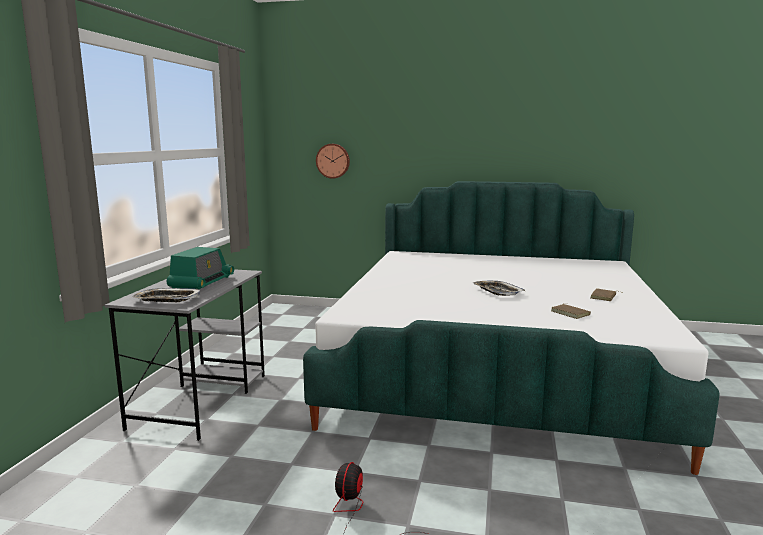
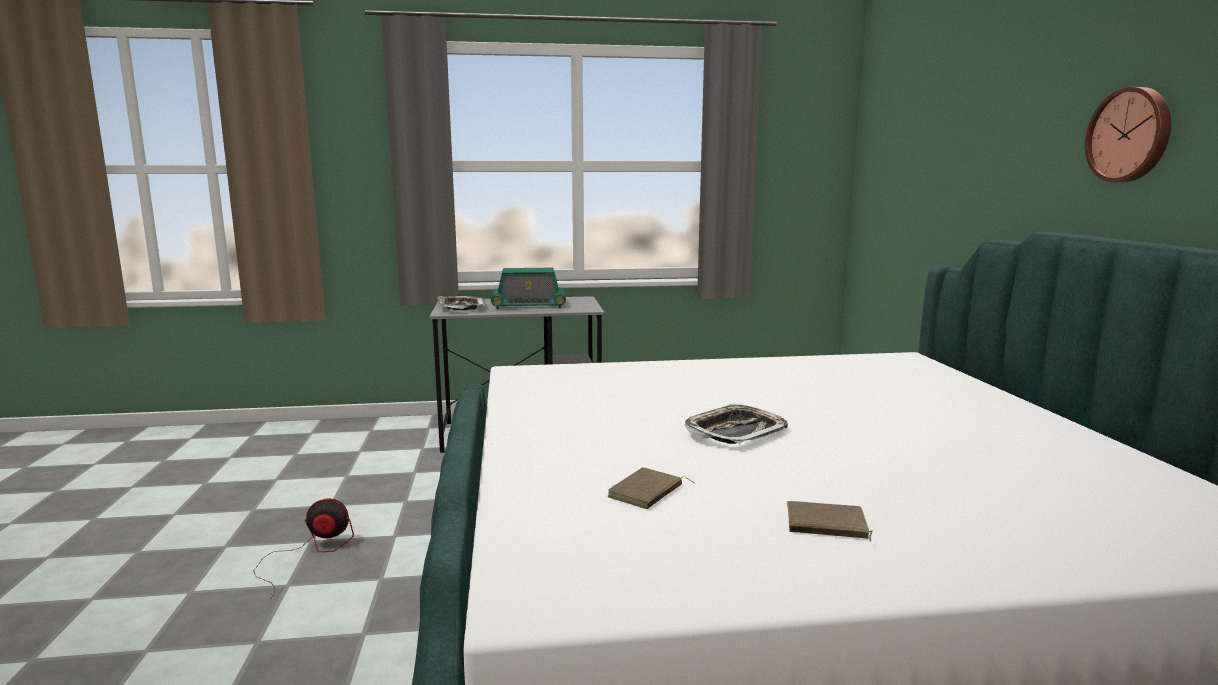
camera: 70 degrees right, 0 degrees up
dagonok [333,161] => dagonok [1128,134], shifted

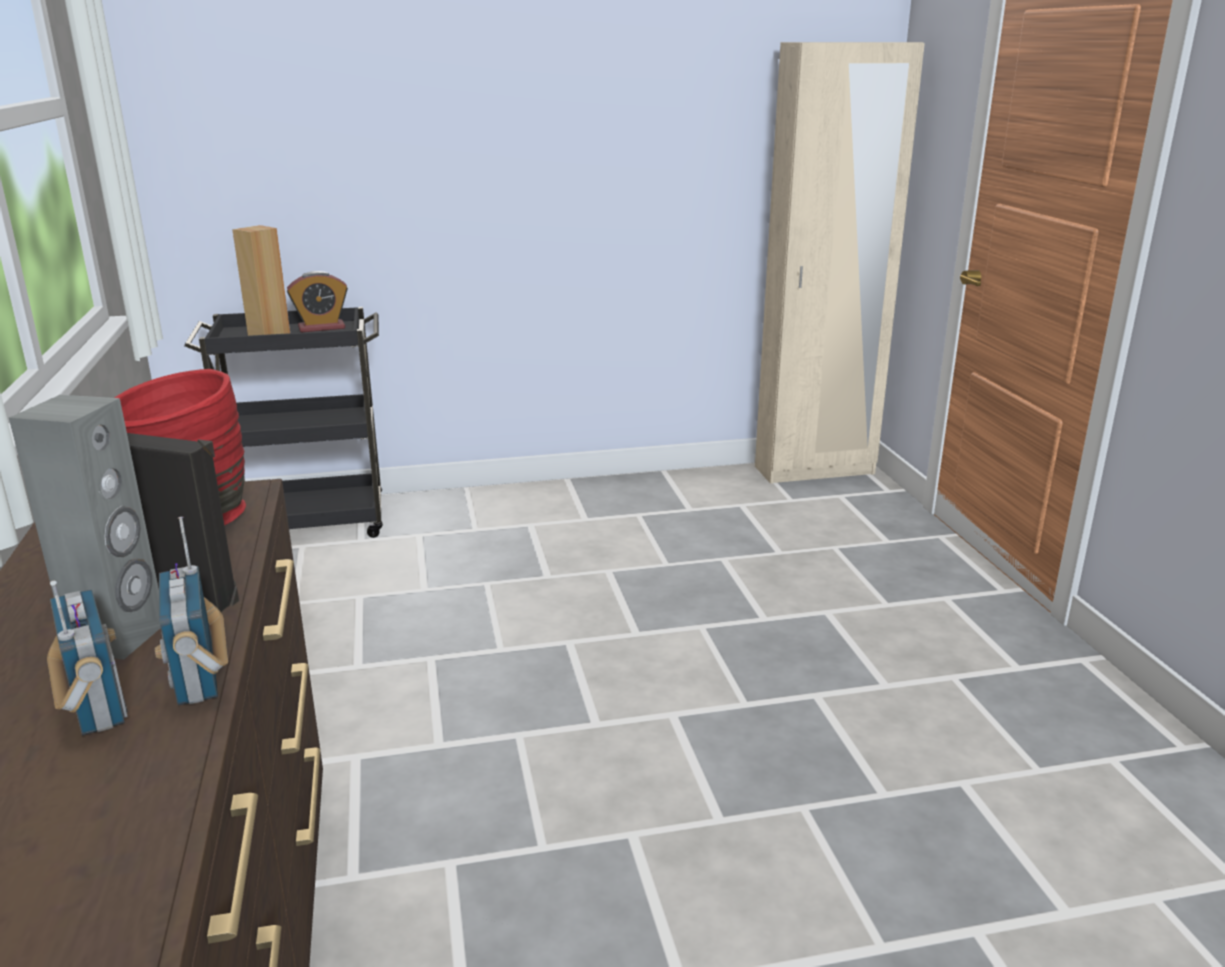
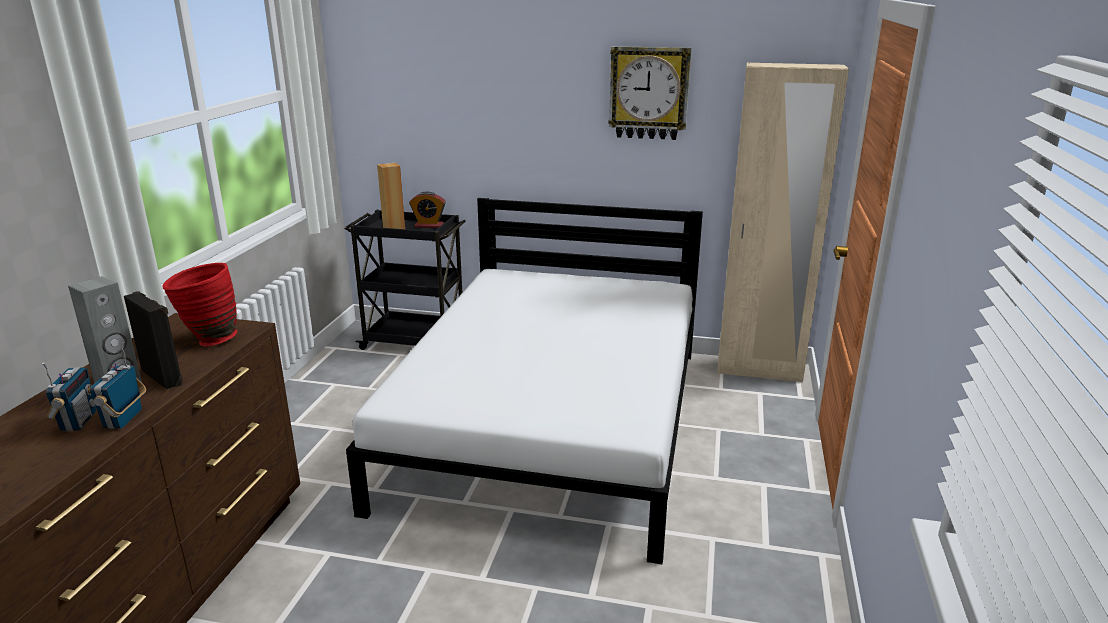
camera: 25 degrees right, 0 degrees up
nothing => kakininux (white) [524,381]
nothing => dagonok [650,93]

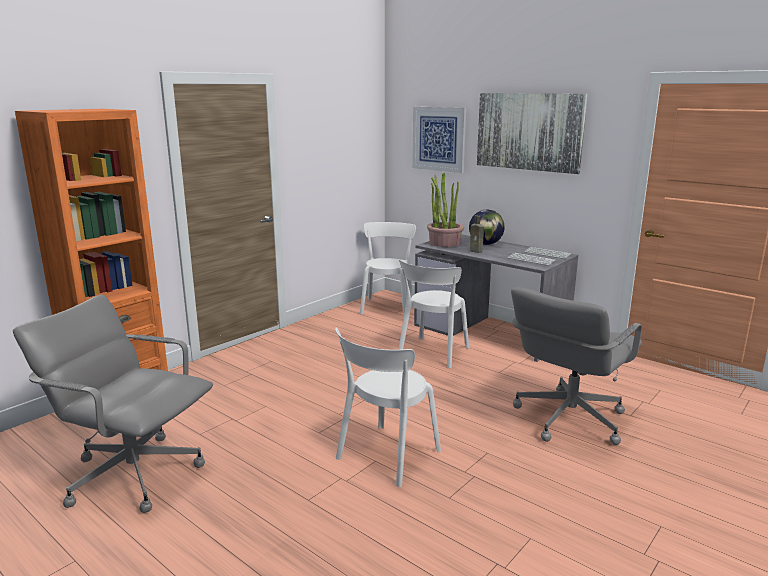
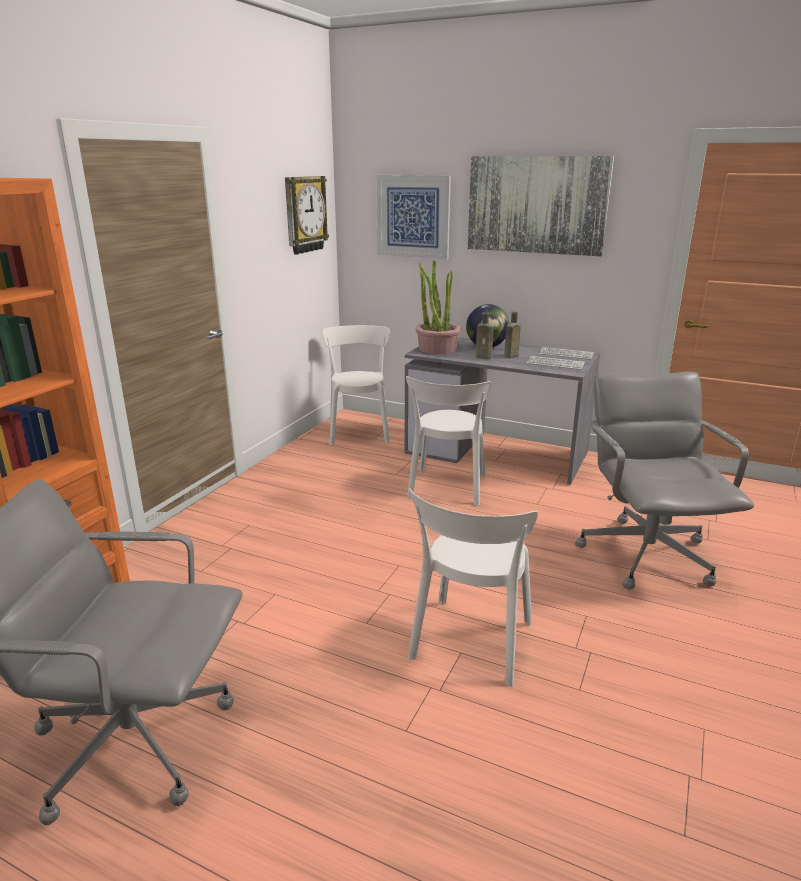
camera: 15 degrees left, 5 degrees up
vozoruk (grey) [576,366] => vozoruk (grey) [664,480], 150 degrees clockwise
nothing => dagonok [307,215]
nothing => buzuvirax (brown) [512,335]

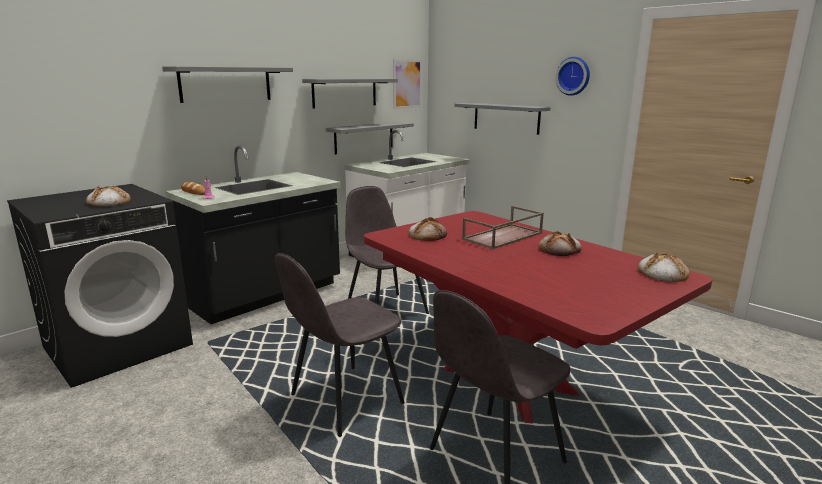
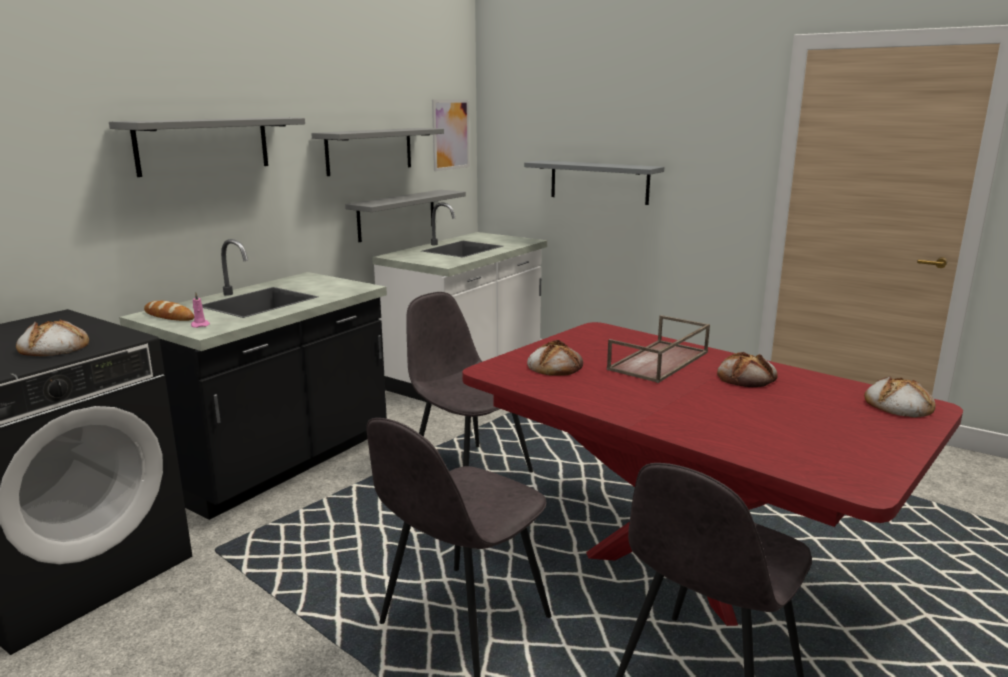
camera: 10 degrees left, 0 degrees up
dagonok [572,76] => nothing

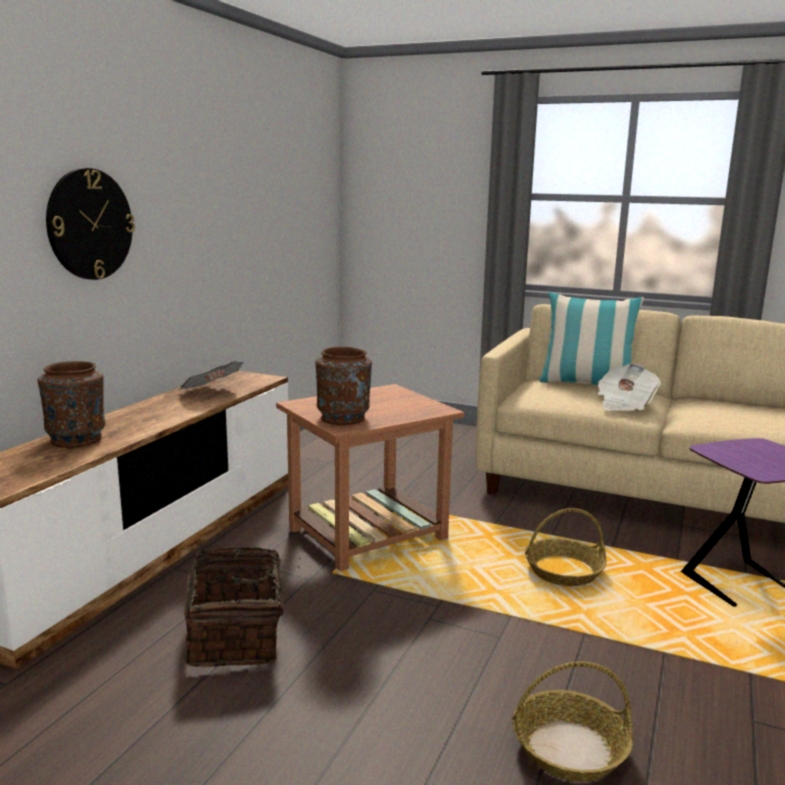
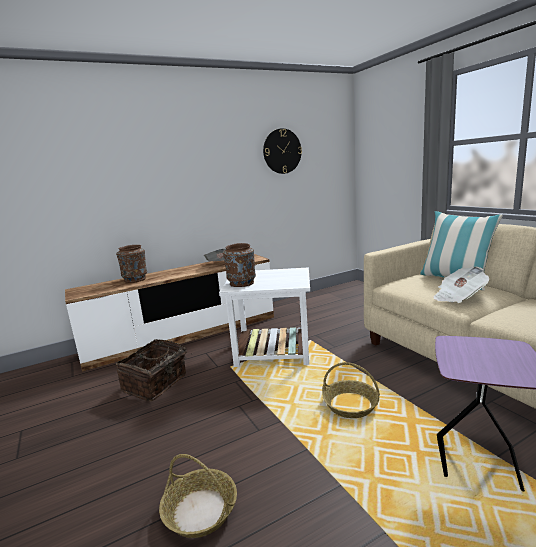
camera: 40 degrees right, 0 degrees up
dagonok [90,224] => dagonok [282,151], shifted
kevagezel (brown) [370,477] => kevagezel (white) [264,317]

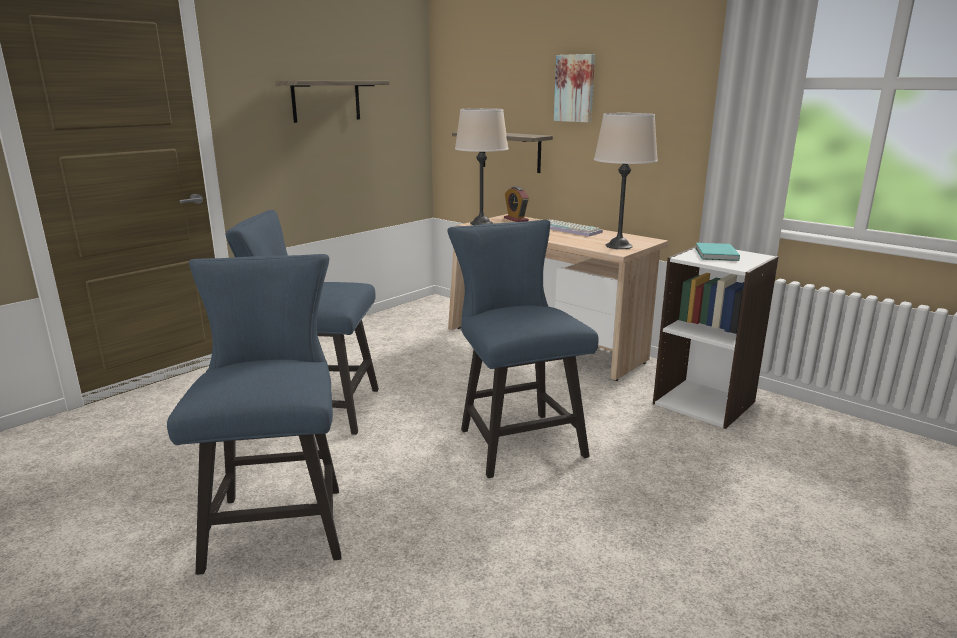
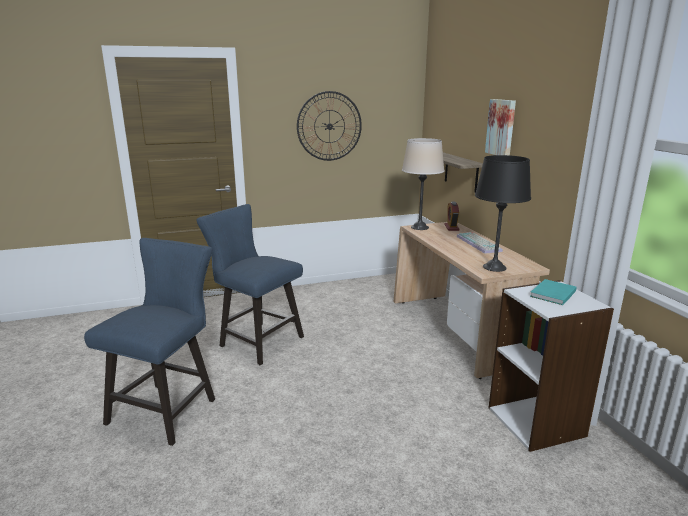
camera: 30 degrees right, 0 degrees up
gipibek [333,102] => dagonok [329,126]
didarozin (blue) [523,349] => nothing
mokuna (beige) [626,181] => mokuna (black) [503,213]

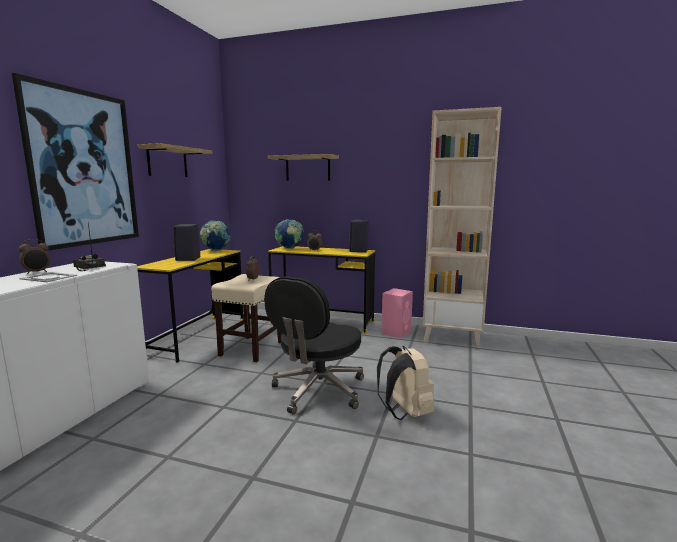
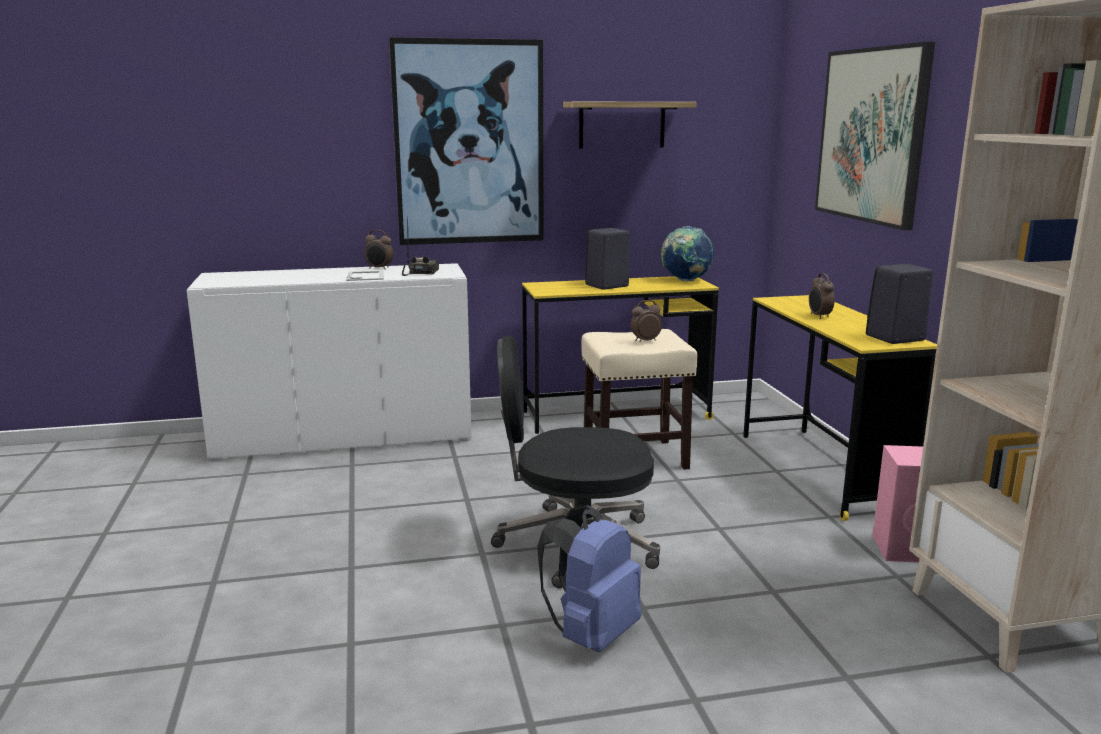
camera: 60 degrees right, 5 degrees up
gipibek [303,167] => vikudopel [875,136]
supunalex [289,234] => nothing
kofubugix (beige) [405,383] => kofubugix (blue) [589,578]

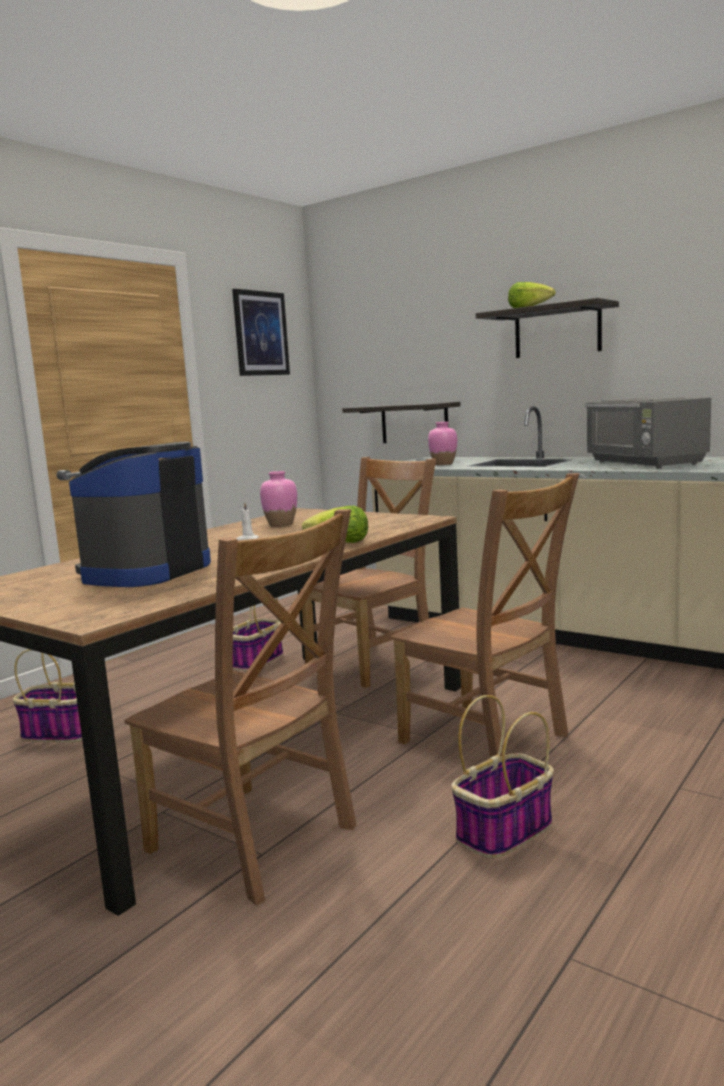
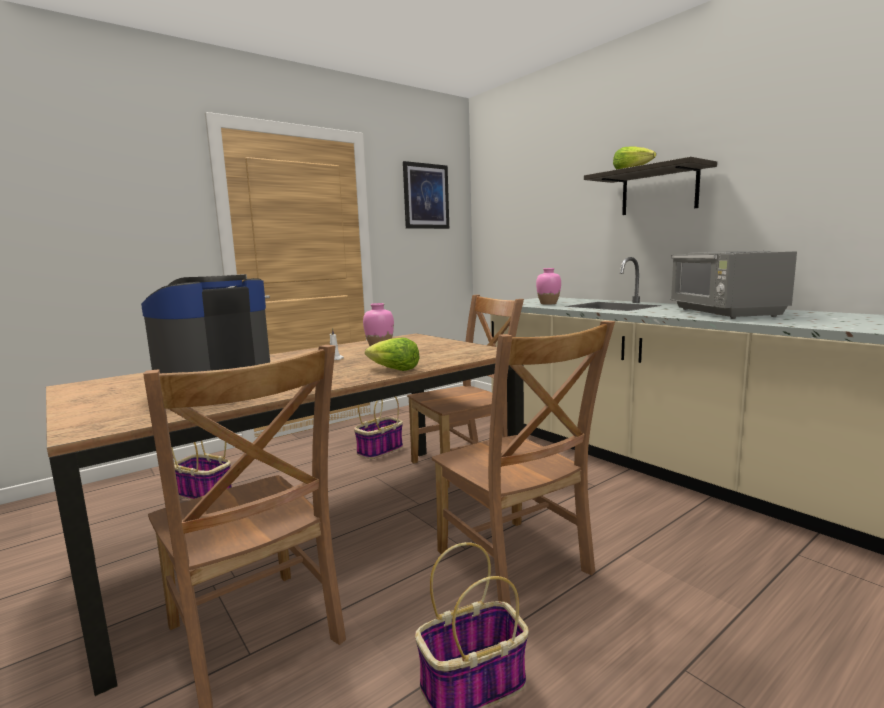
camera: 15 degrees right, 0 degrees up
gipibek [401,422] => nothing

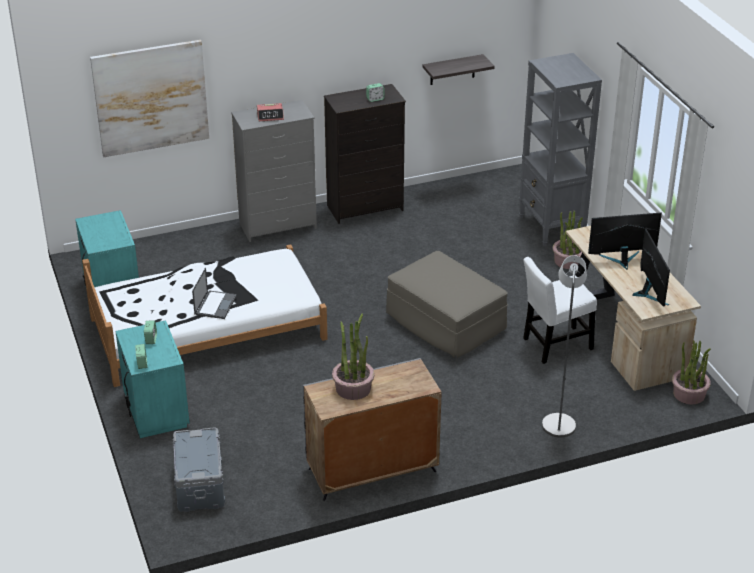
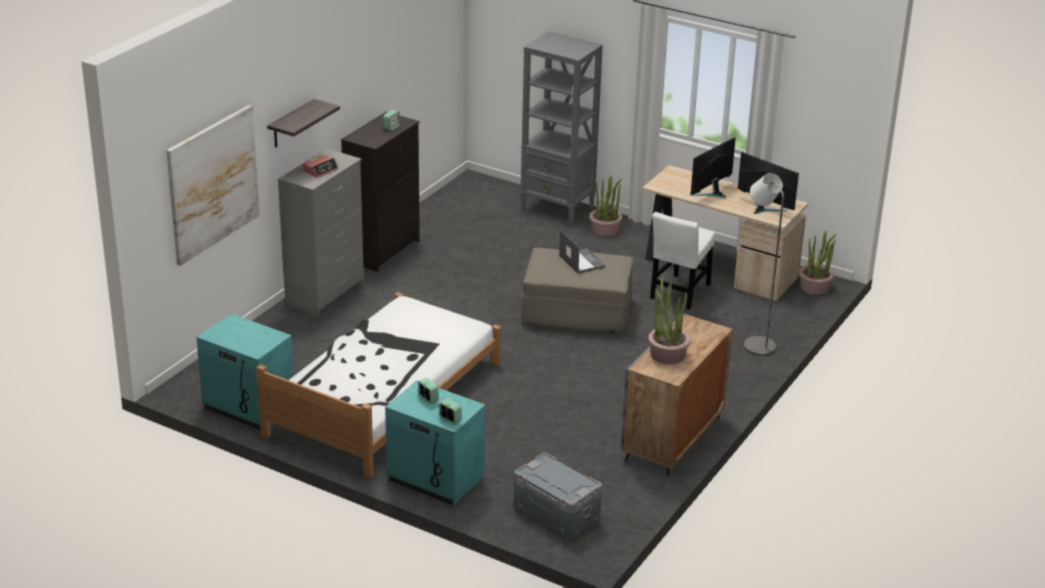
camera: 40 degrees left, 5 degrees down
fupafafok [214,293] => fupafafok [582,252], shifted
gipibek [458,69] => gipibek [303,123], shifted

